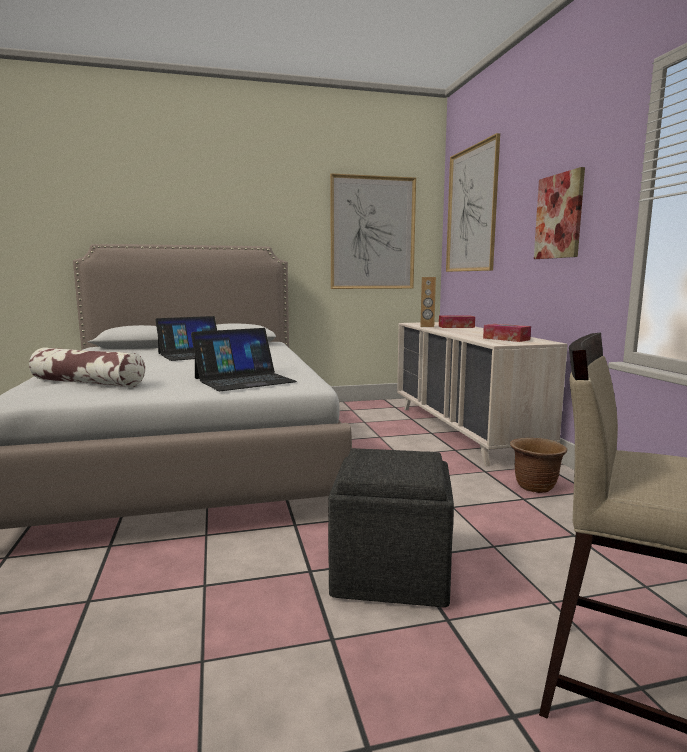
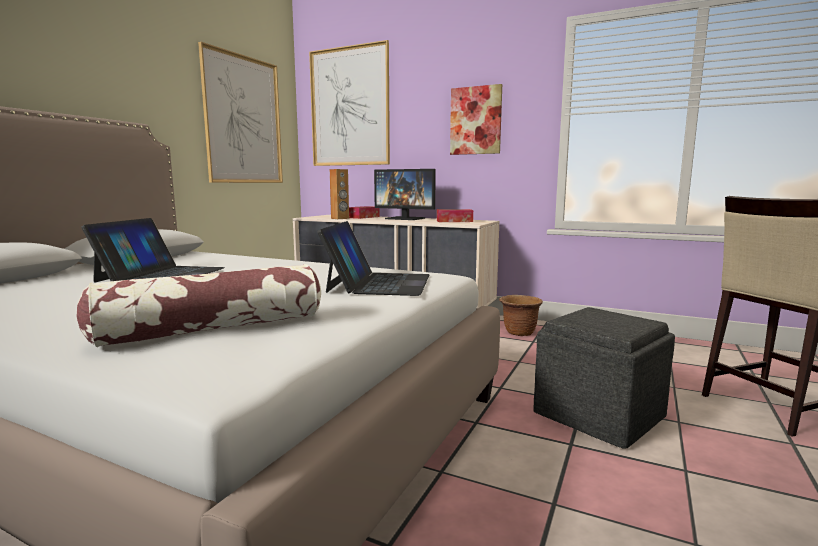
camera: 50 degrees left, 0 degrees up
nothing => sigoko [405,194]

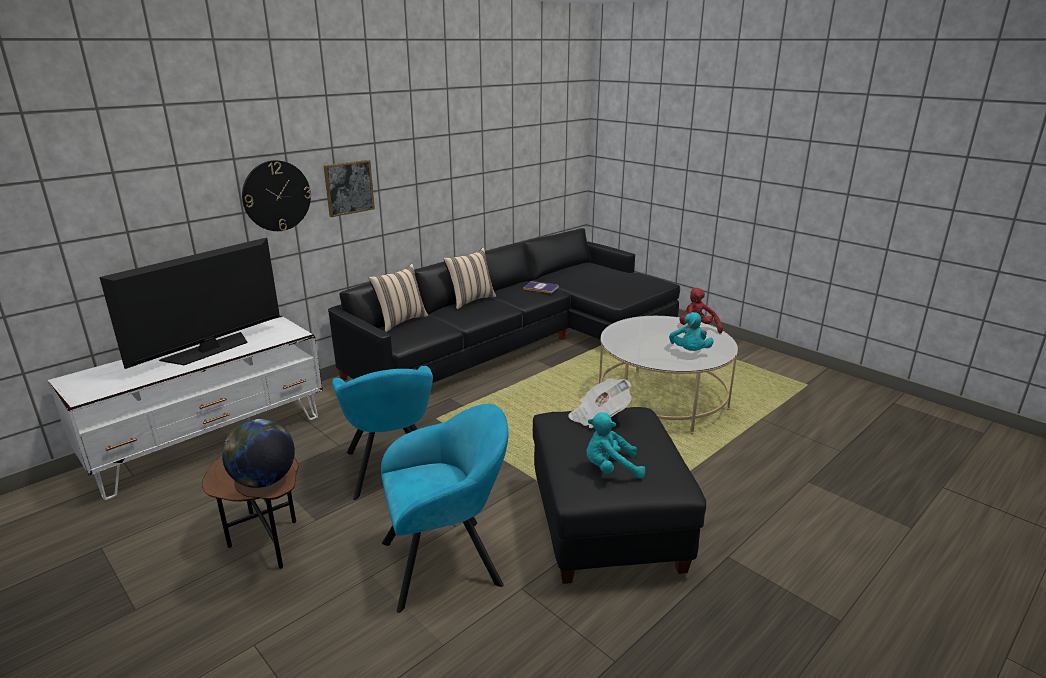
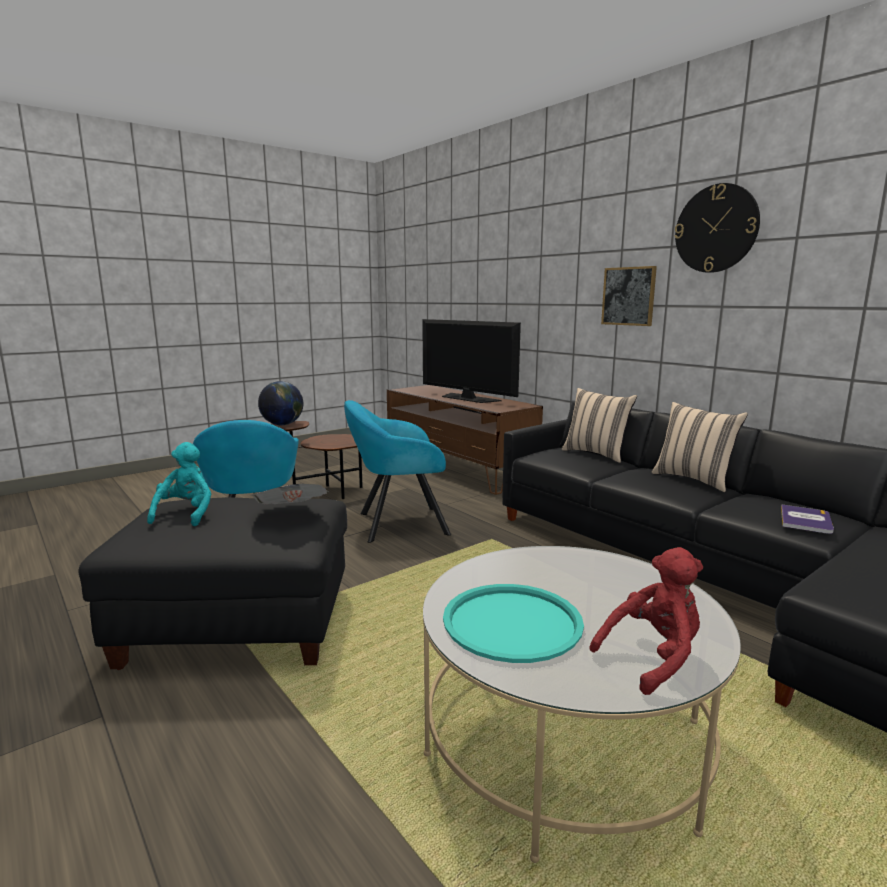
camera: 95 degrees right, 10 degrees down
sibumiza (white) [185,408] => sibumiza (brown) [465,440]
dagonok [276,195] => dagonok [717,228], shifted
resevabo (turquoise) [691,331] => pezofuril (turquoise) [513,623]

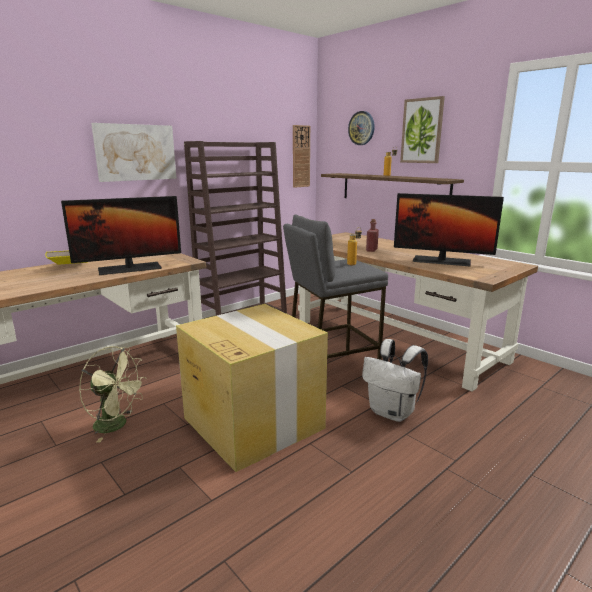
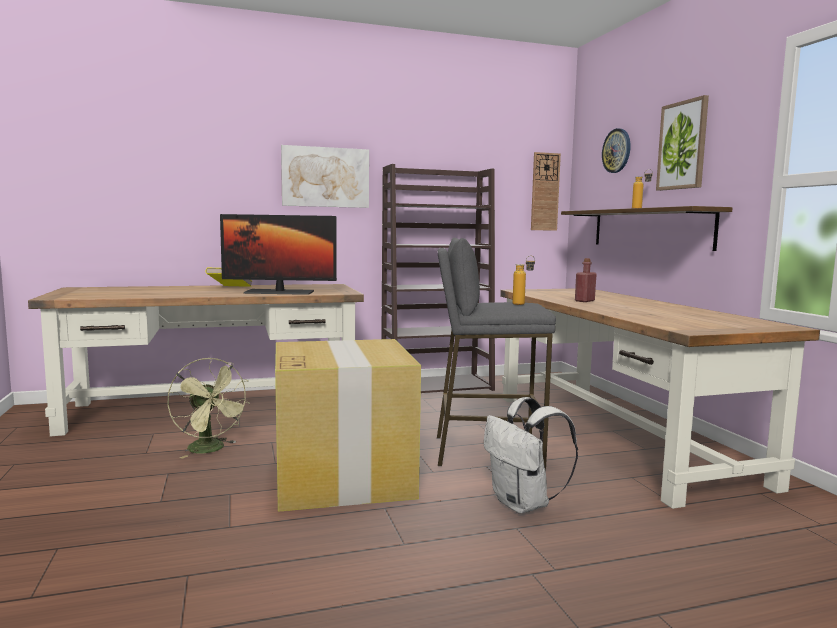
camera: 25 degrees right, 10 degrees down
sigoko [449,229] => nothing

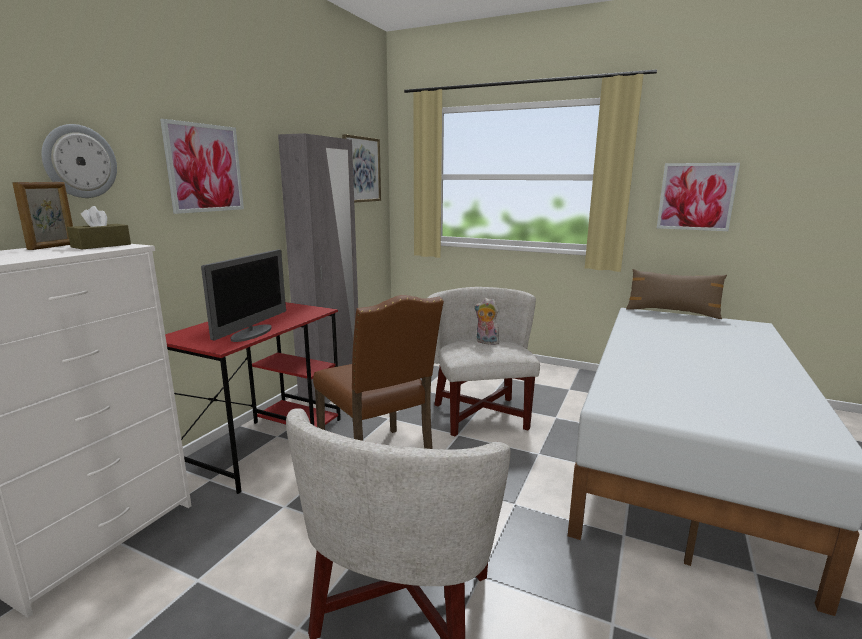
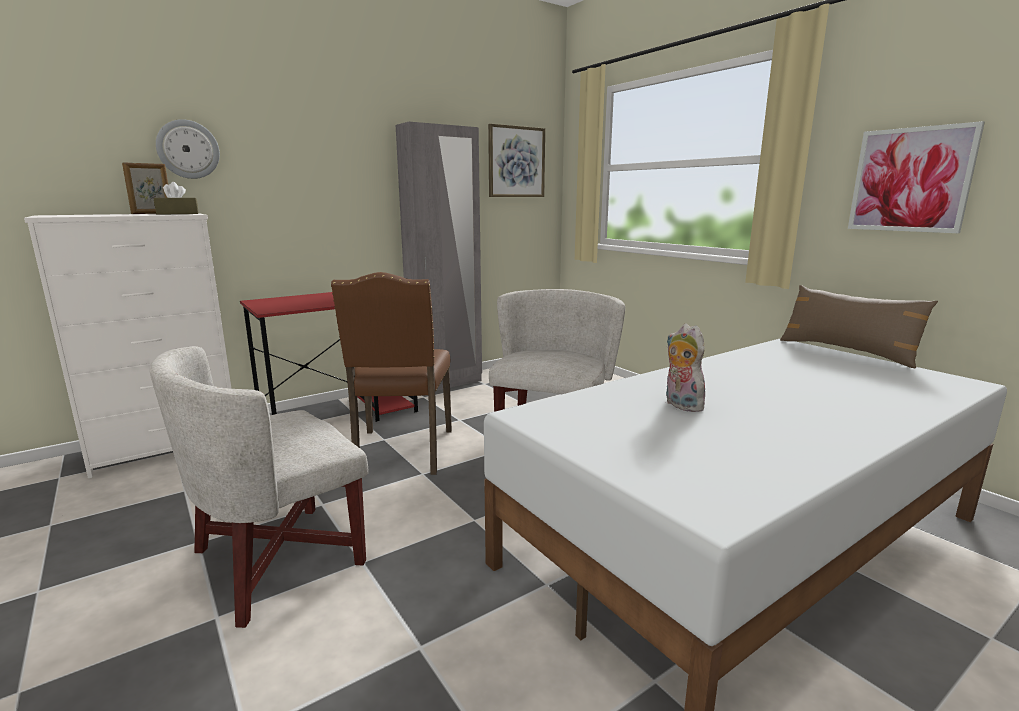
camera: 30 degrees right, 0 degrees up
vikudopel [202,166] => nothing
sigoko [243,296] => nothing
resevabo [486,321] => resevabo [686,368], shifted

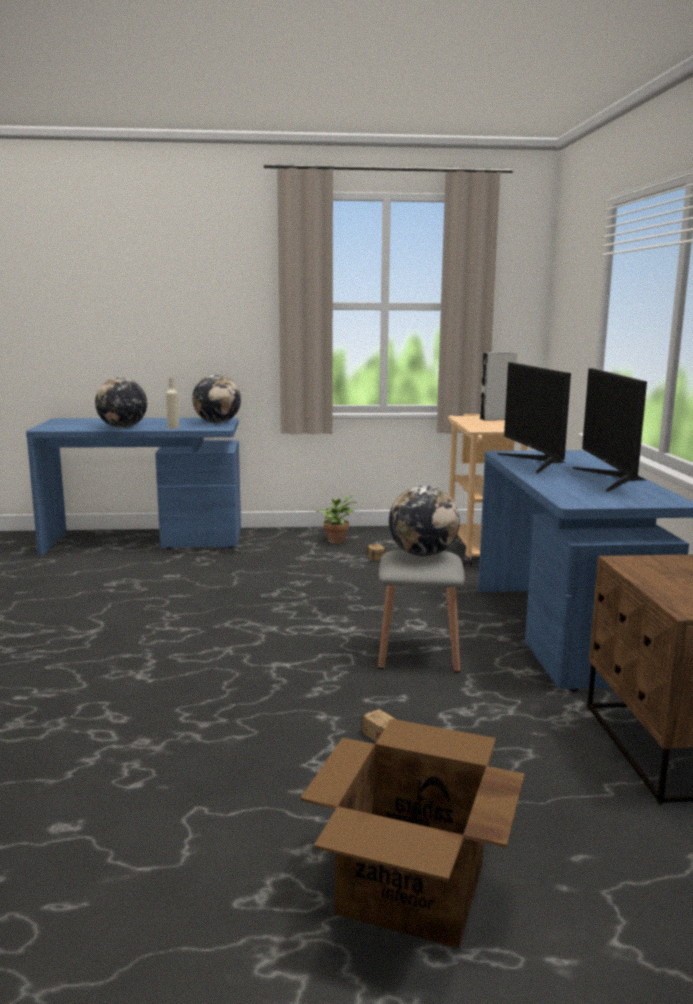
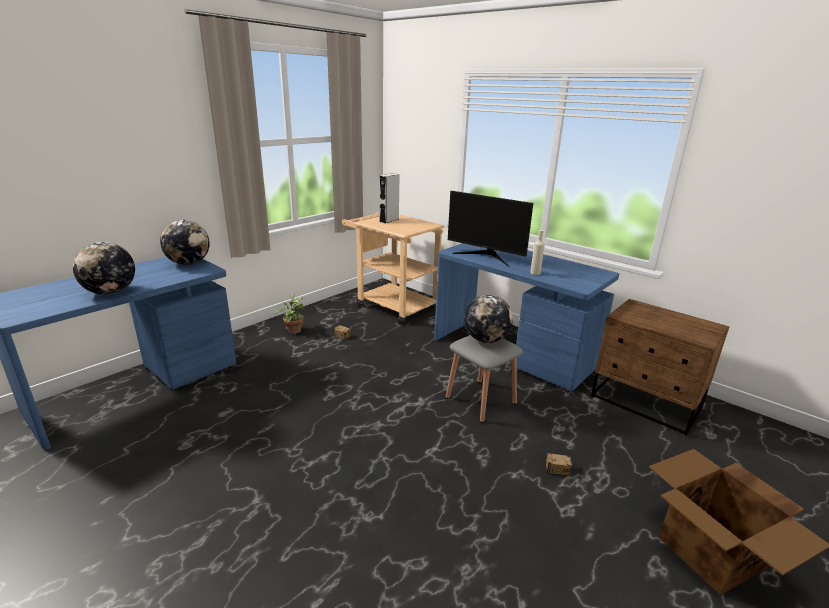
camera: 45 degrees left, 10 degrees up
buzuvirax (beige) [172,403] => buzuvirax (beige) [537,252], shifted
sigoko [610,430] => nothing

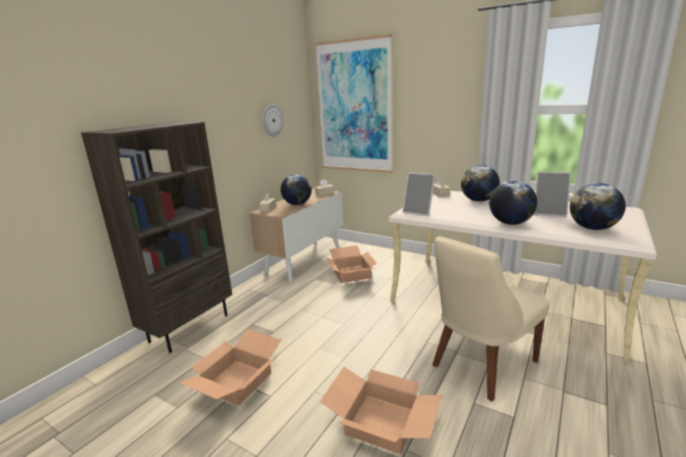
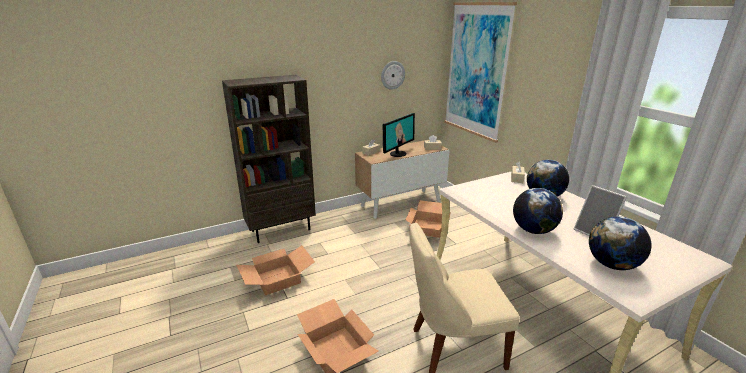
camera: 30 degrees right, 5 degrees up
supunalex [296,189] => sigoko [399,135]
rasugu [418,194] => nothing

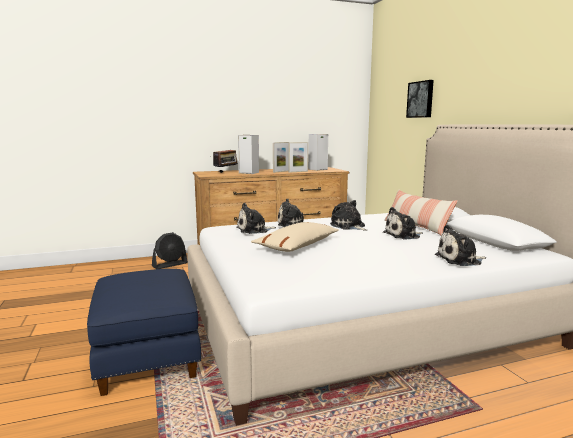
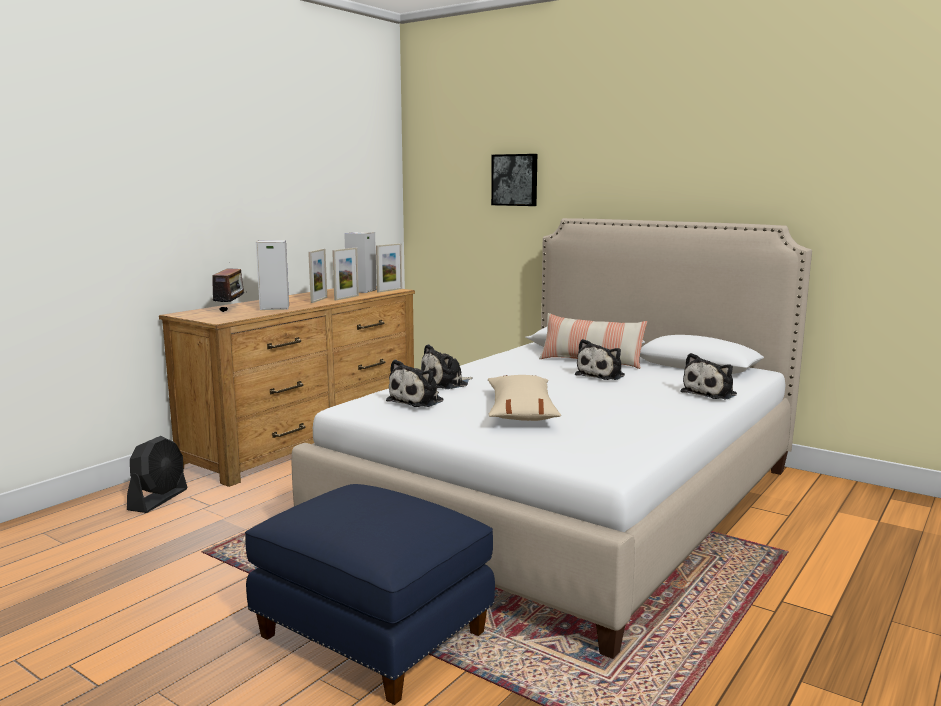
camera: 35 degrees left, 0 degrees up
resevabo [348,215] => nothing
nothing => rasugu [389,268]

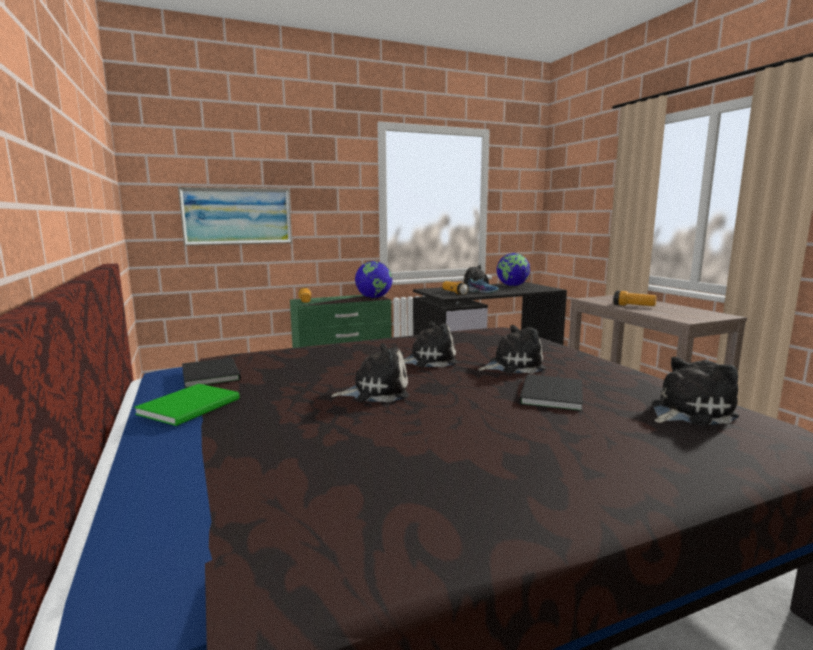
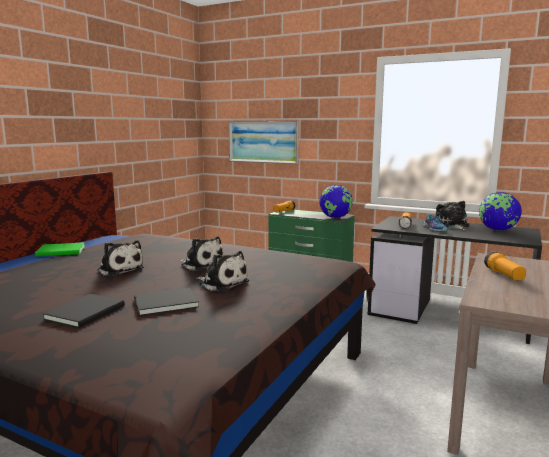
camera: 50 degrees right, 0 degrees up
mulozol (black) [211,373] => mulozol (black) [84,311], shifted
resevabo [695,391] => nothing

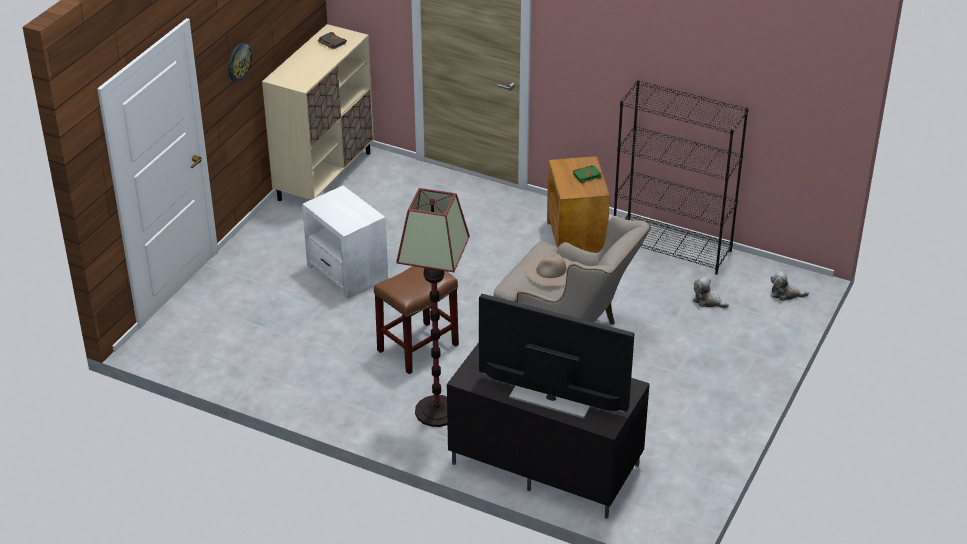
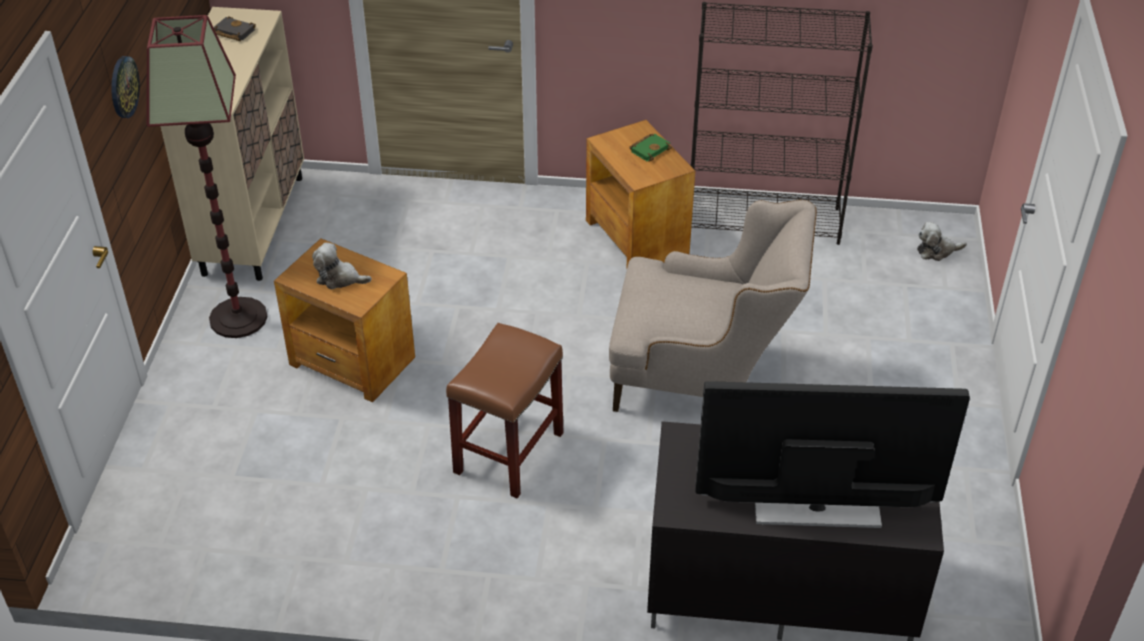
camera: 20 degrees left, 5 degrees up
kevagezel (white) [345,242] => kevagezel (brown) [344,320]
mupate [433,307] => mupate [207,176], shifted
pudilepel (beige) [549,270] => nothing
resevabo [711,292] => resevabo [342,266], shifted

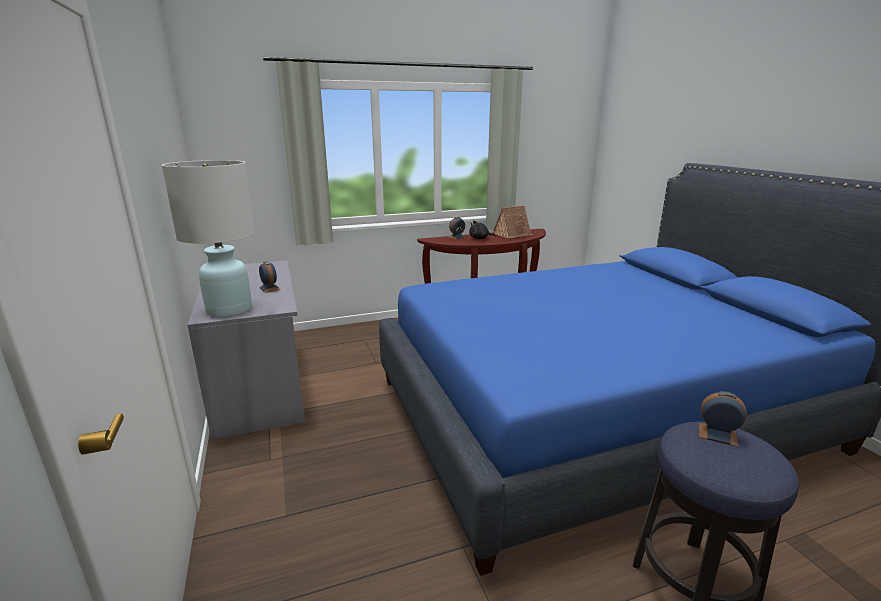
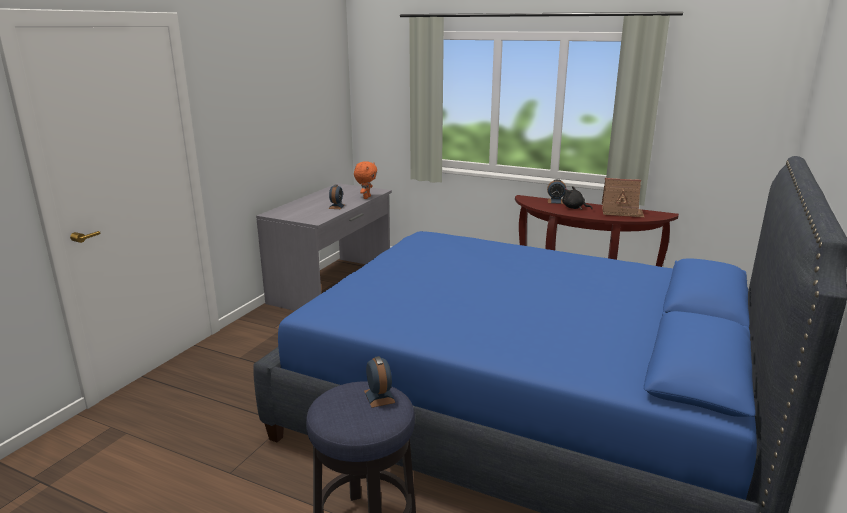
camera: 45 degrees right, 0 degrees up
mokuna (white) [208,239] => nothing
nothing => resevabo (orange) [365,180]

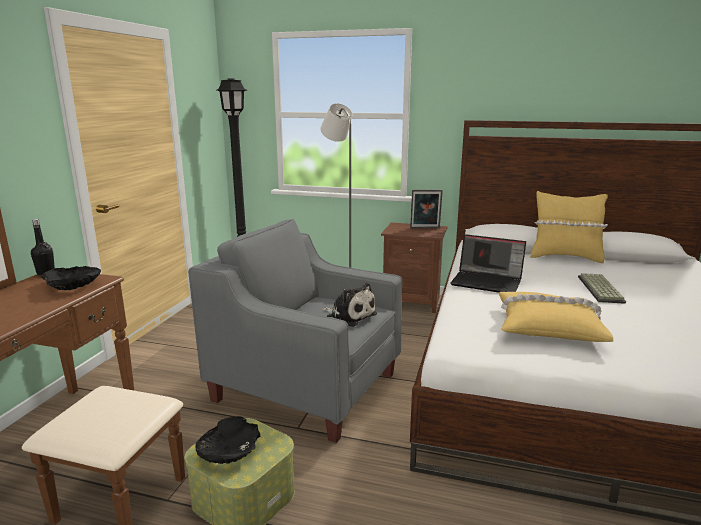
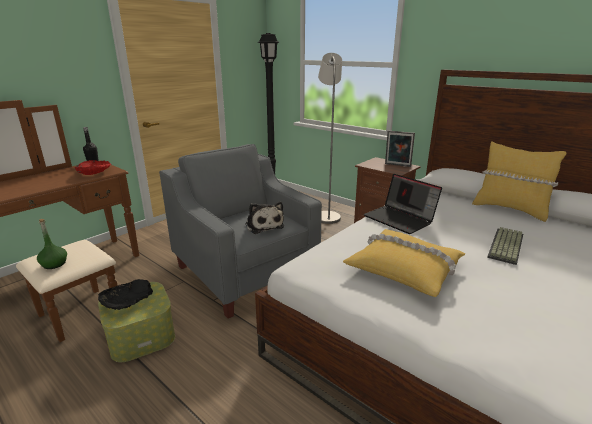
camera: 25 degrees right, 5 degrees up
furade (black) [71,278] => furade (red) [93,167]
nothing => buzuvirax (green) [52,244]

